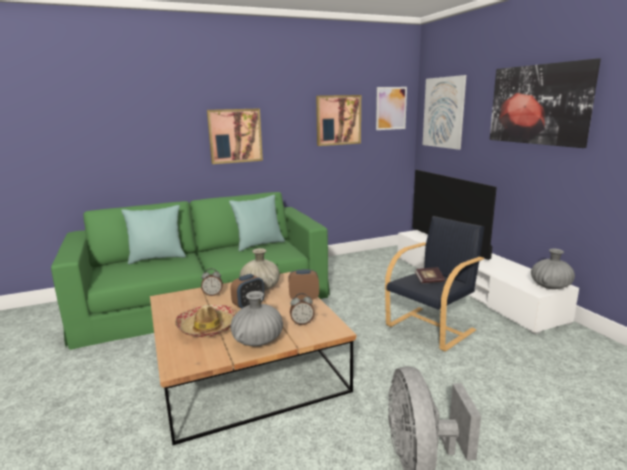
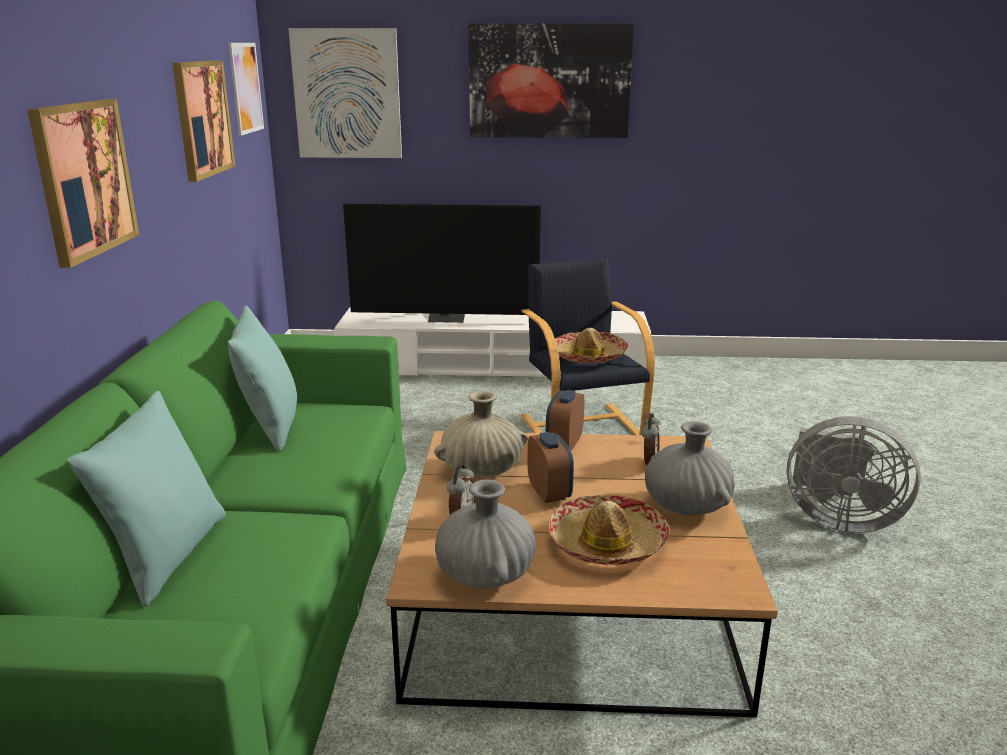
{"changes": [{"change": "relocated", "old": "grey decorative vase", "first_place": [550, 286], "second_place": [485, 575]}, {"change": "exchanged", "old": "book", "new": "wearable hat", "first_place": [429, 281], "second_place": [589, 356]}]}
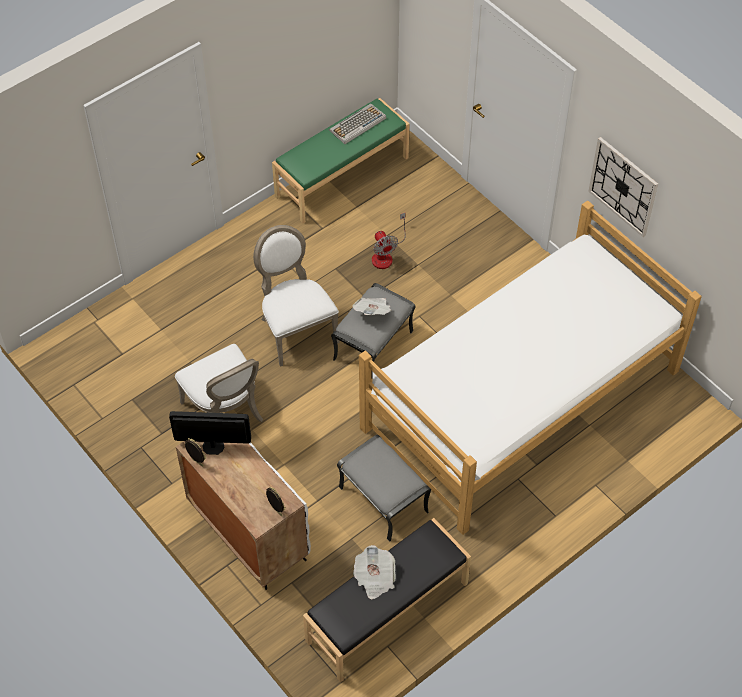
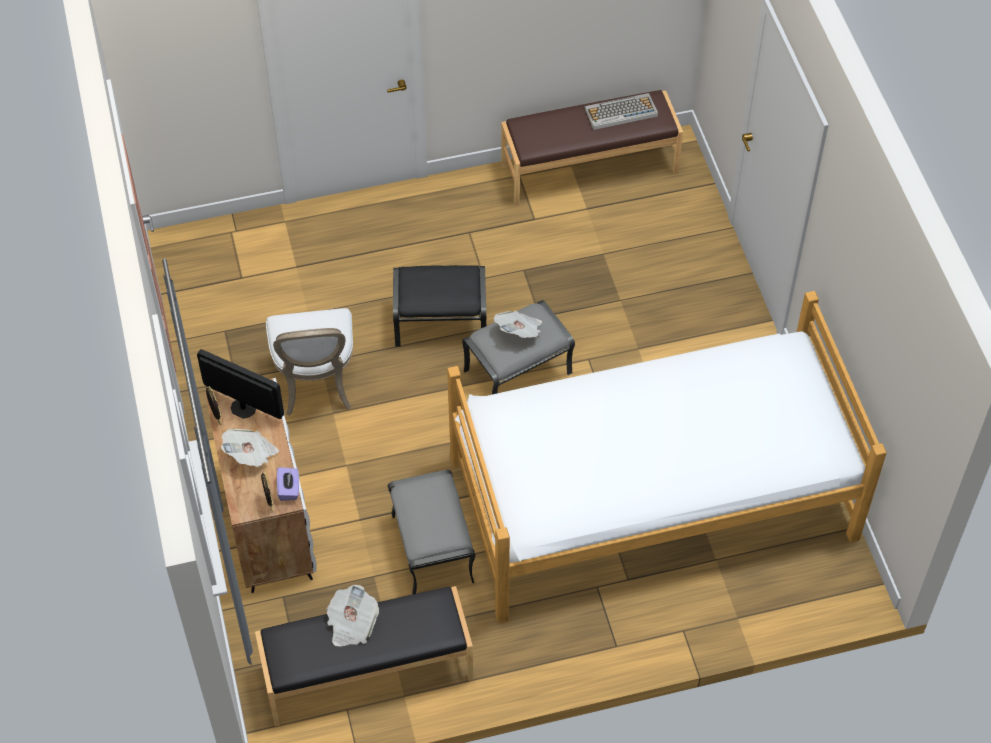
{"changes": [{"change": "missing", "old": "cooling fan", "first_place": [385, 255]}, {"change": "missing", "old": "clock on the wall", "first_place": [623, 186]}, {"change": "appeared", "new": "daily paper", "second_place": [251, 455]}, {"change": "appeared", "new": "purple tissue holder", "second_place": [289, 489]}, {"change": "exchanged", "old": "white plain chair", "new": "black-coloured pouffe", "first_place": [295, 329], "second_place": [441, 322]}, {"change": "colour", "old": "greenish indoor bench", "new": "brownish indoor bench", "first_place": [341, 176], "second_place": [589, 168]}]}
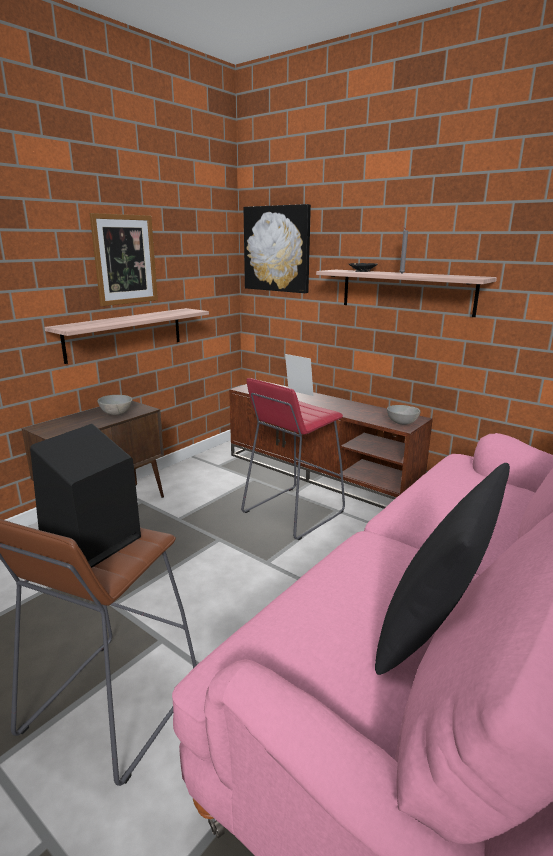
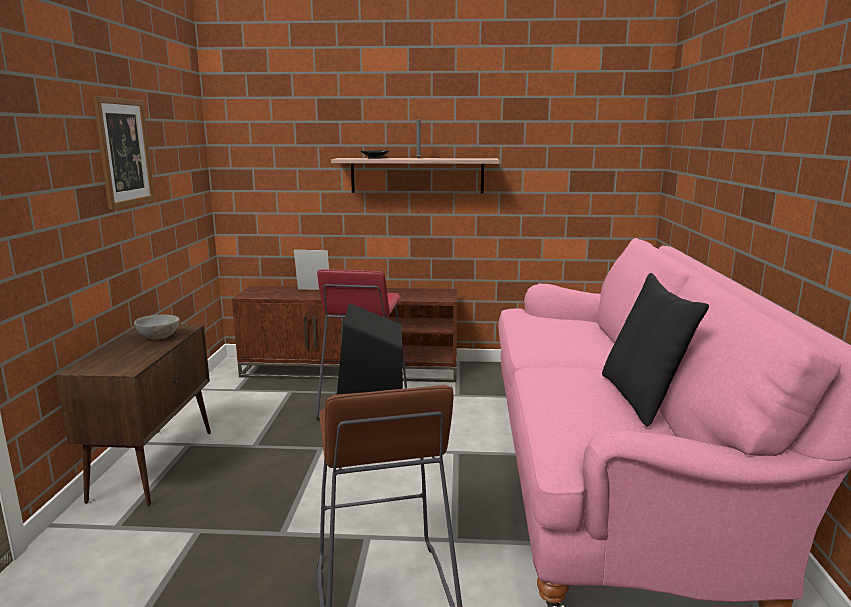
{"changes": [{"change": "missing", "old": "bracket shelf", "first_place": [125, 334]}, {"change": "missing", "old": "wall art", "first_place": [277, 249]}, {"change": "missing", "old": "grey bowl", "first_place": [401, 423]}]}
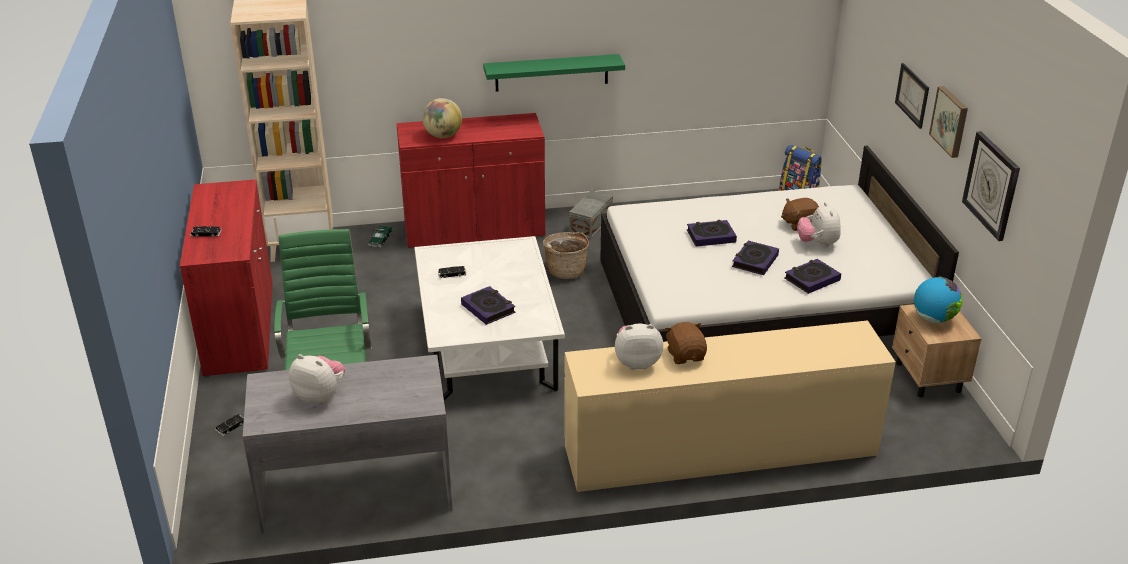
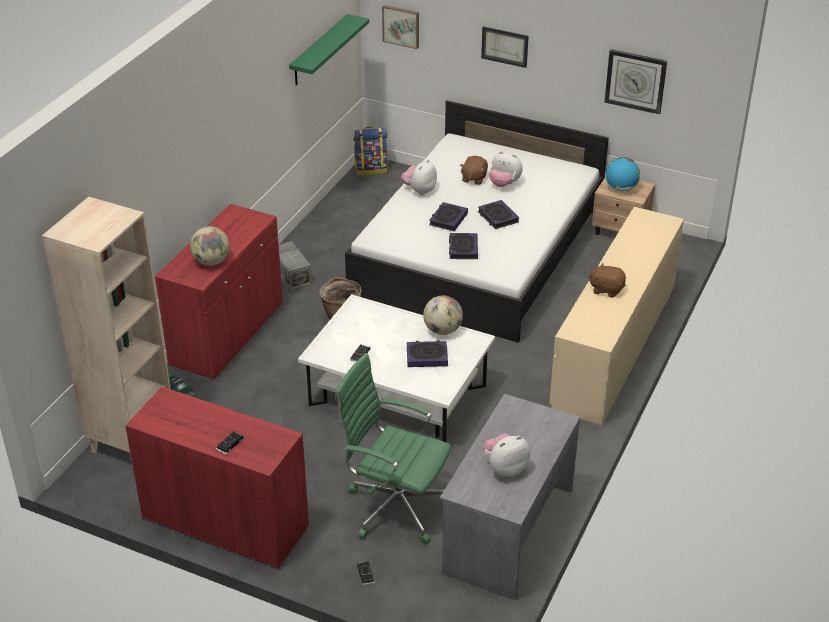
{"changes": [{"change": "appeared", "new": "globe", "second_place": [442, 330]}, {"change": "relocated", "old": "greenish bracket shelf", "first_place": [551, 72], "second_place": [319, 50]}, {"change": "relocated", "old": "cuddly toy", "first_place": [637, 362], "second_place": [419, 190]}, {"change": "relocated", "old": "book", "first_place": [812, 279], "second_place": [463, 249]}, {"change": "relocated", "old": "wall art", "first_place": [950, 121], "second_place": [401, 26]}]}
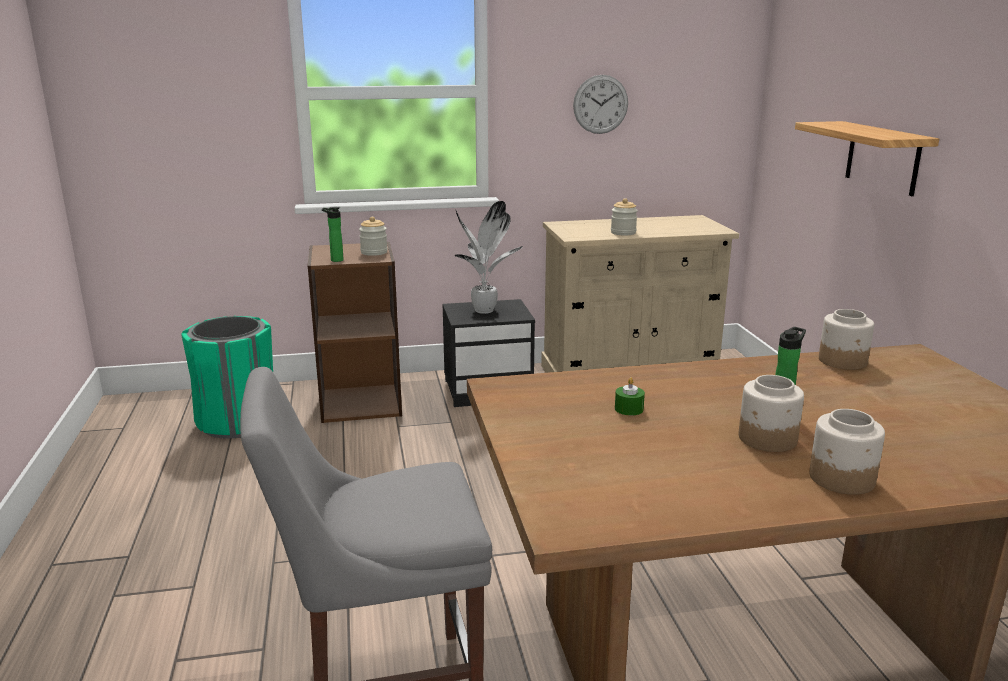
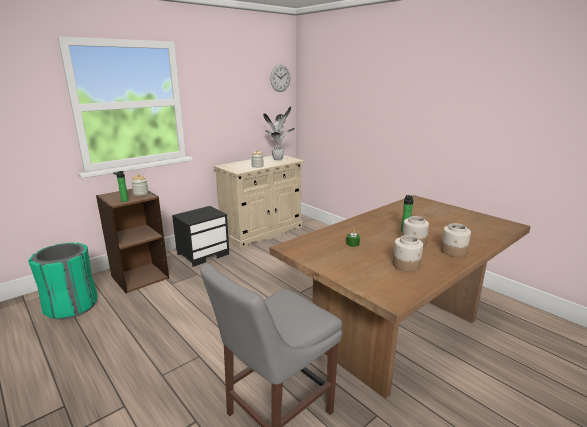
{"changes": [{"change": "missing", "old": "bracket shelf", "first_place": [882, 157]}, {"change": "relocated", "old": "plant in a pot", "first_place": [485, 311], "second_place": [278, 159]}, {"change": "relocated", "old": "clock on the wall", "first_place": [600, 104], "second_place": [280, 78]}, {"change": "relocated", "old": "jar", "first_place": [843, 361], "second_place": [406, 265]}]}
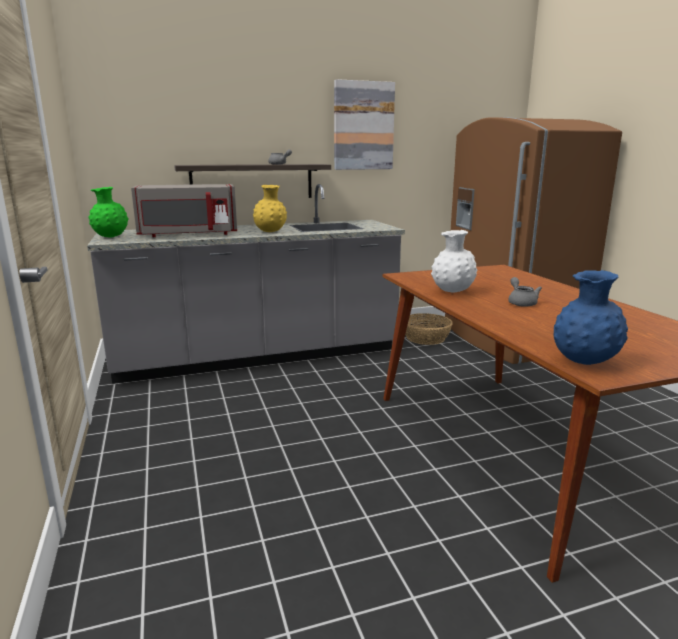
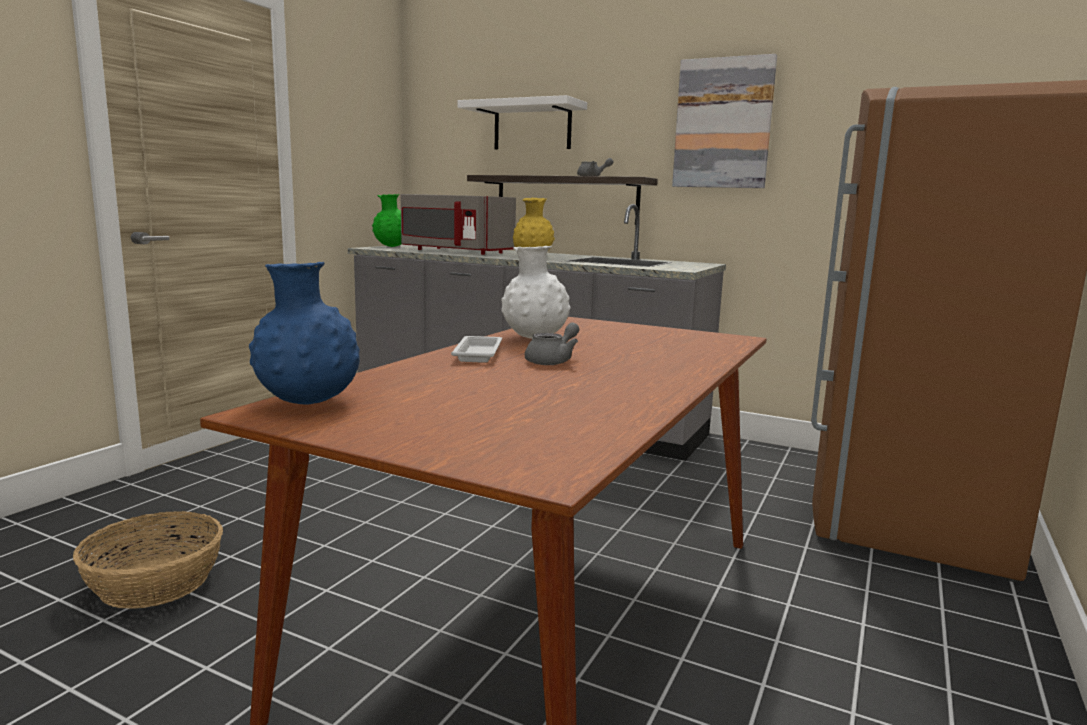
{"changes": [{"change": "appeared", "new": "white carrying tray", "second_place": [478, 353]}, {"change": "appeared", "new": "white bracket shelf", "second_place": [532, 126]}, {"change": "relocated", "old": "basket", "first_place": [425, 338], "second_place": [155, 581]}]}
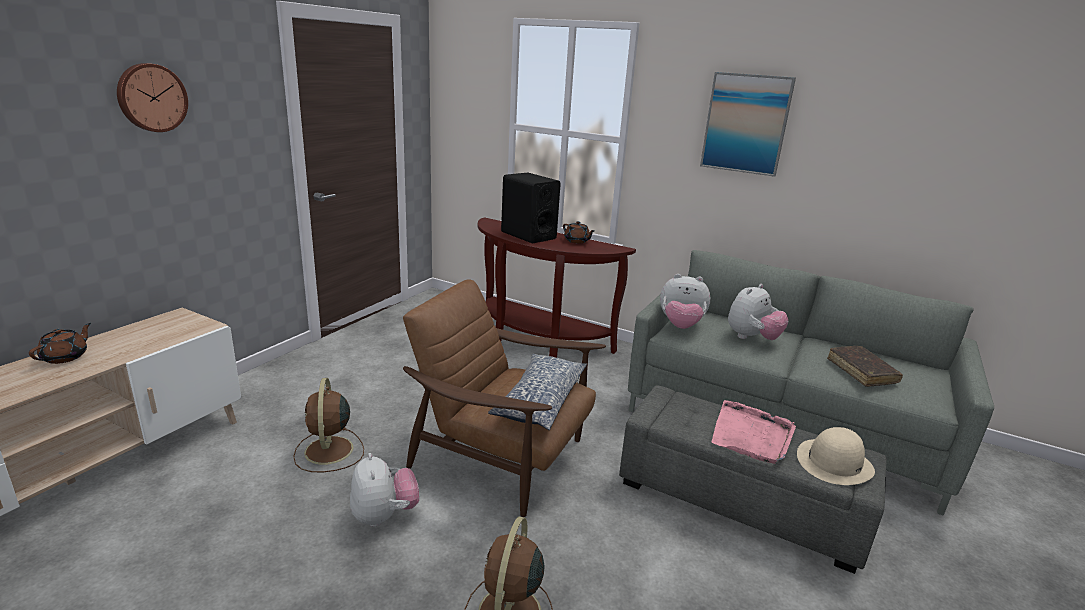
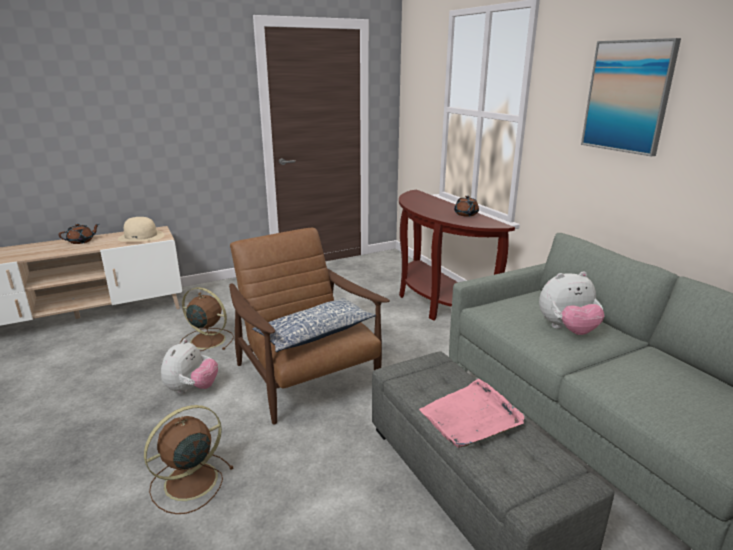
{"changes": [{"change": "missing", "old": "clock on the wall", "first_place": [151, 97]}, {"change": "missing", "old": "black-coloured speaker", "first_place": [528, 235]}, {"change": "missing", "old": "cuddly toy", "first_place": [680, 326]}, {"change": "missing", "old": "brownish book", "first_place": [861, 372]}, {"change": "relocated", "old": "sand-coloured wearable hat", "first_place": [834, 462], "second_place": [141, 237]}, {"change": "spun", "old": "brownish cooling fan", "first_place": [329, 451], "second_place": [206, 340], "degrees": 90}]}
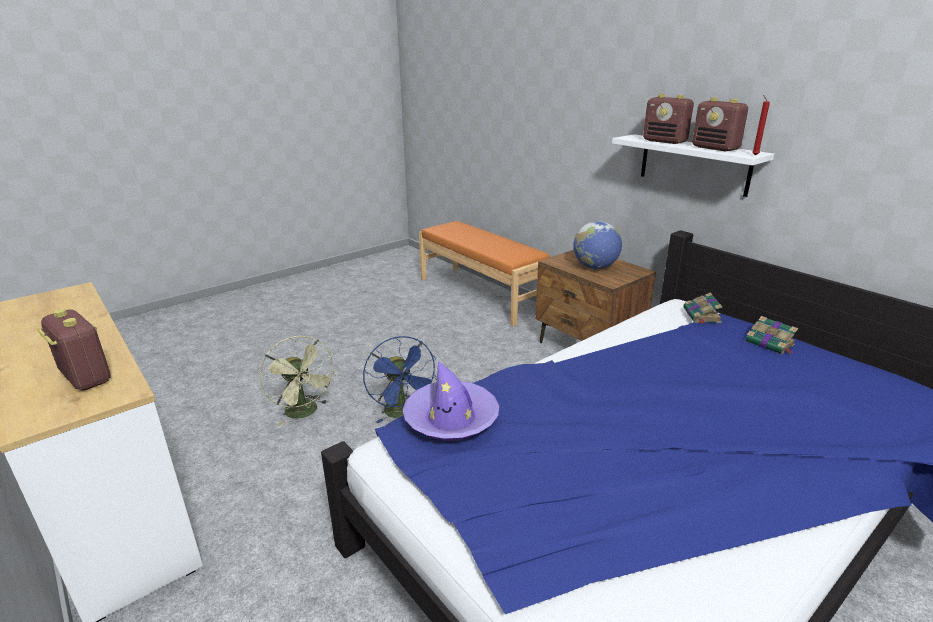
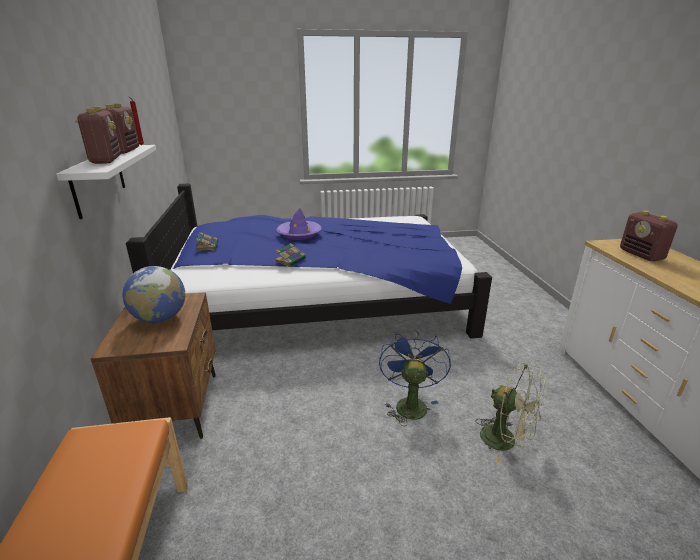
{"changes": [{"change": "relocated", "old": "purple wearable hat", "first_place": [451, 418], "second_place": [299, 234]}, {"change": "relocated", "old": "book", "first_place": [702, 316], "second_place": [290, 260]}, {"change": "spun", "old": "greenish cooling fan", "first_place": [305, 413], "second_place": [506, 441], "degrees": 135}]}
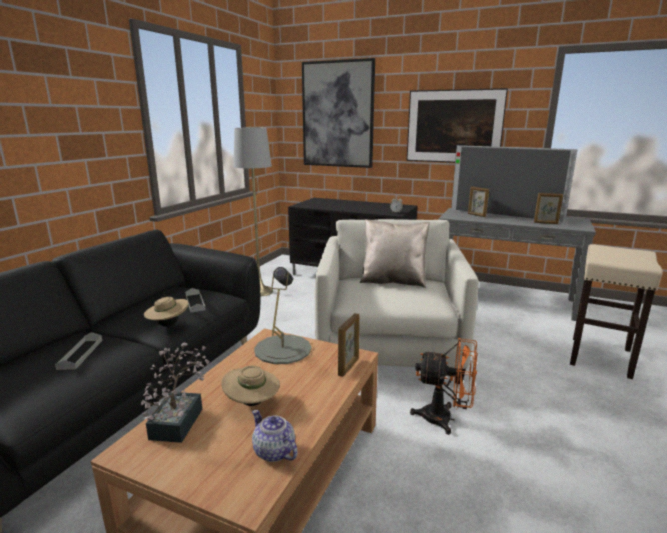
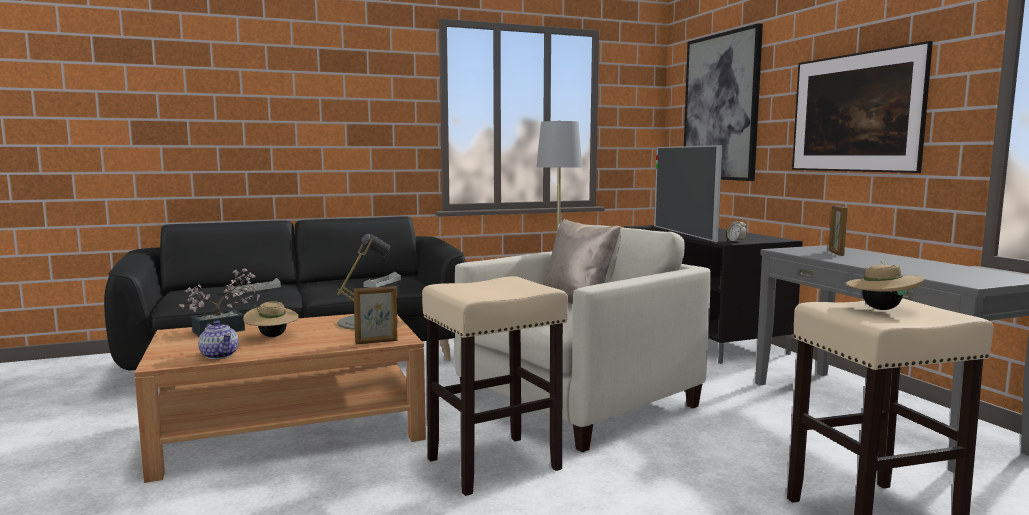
{"changes": [{"change": "missing", "old": "standing frame", "first_place": [545, 223]}, {"change": "relocated", "old": "sand-coloured wearable hat", "first_place": [168, 324], "second_place": [881, 309]}, {"change": "relocated", "old": "television", "first_place": [504, 216], "second_place": [682, 233]}, {"change": "exchanged", "old": "orangey cooling fan", "new": "sand-coloured sitting stool", "first_place": [445, 419], "second_place": [495, 463]}, {"change": "spun", "old": "teapot", "first_place": [274, 452], "second_place": [219, 355], "degrees": 135}]}
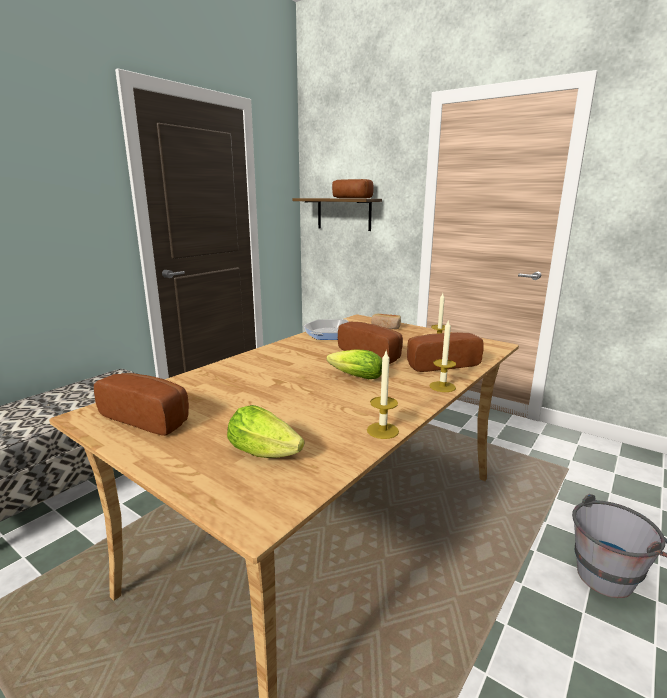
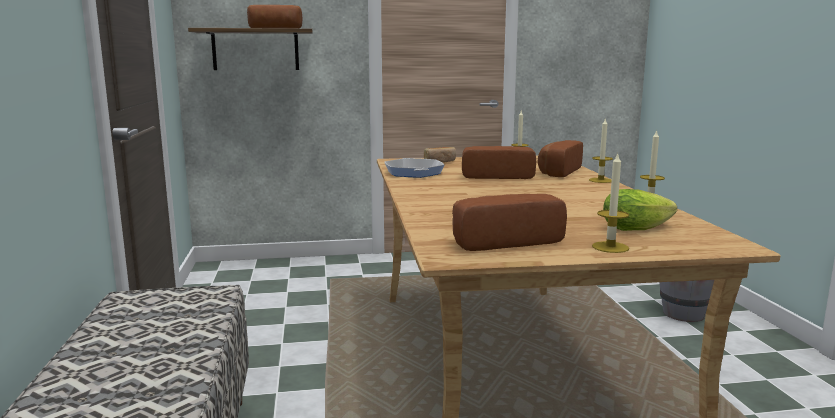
{"changes": [{"change": "missing", "old": "head of lettuce", "first_place": [353, 376]}, {"change": "appeared", "new": "candle", "second_place": [610, 247]}]}
